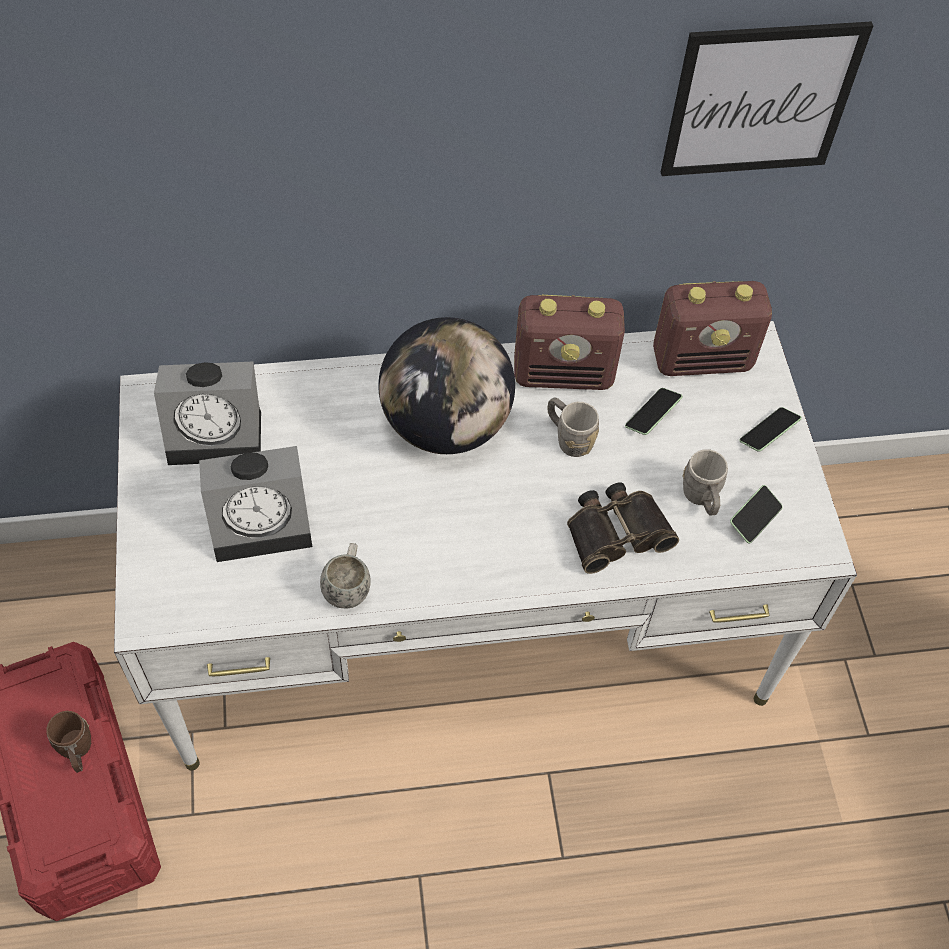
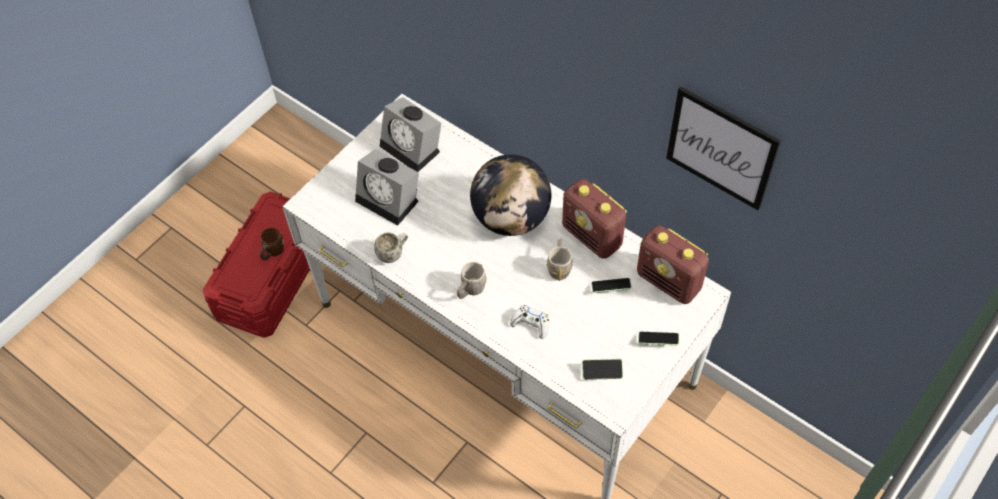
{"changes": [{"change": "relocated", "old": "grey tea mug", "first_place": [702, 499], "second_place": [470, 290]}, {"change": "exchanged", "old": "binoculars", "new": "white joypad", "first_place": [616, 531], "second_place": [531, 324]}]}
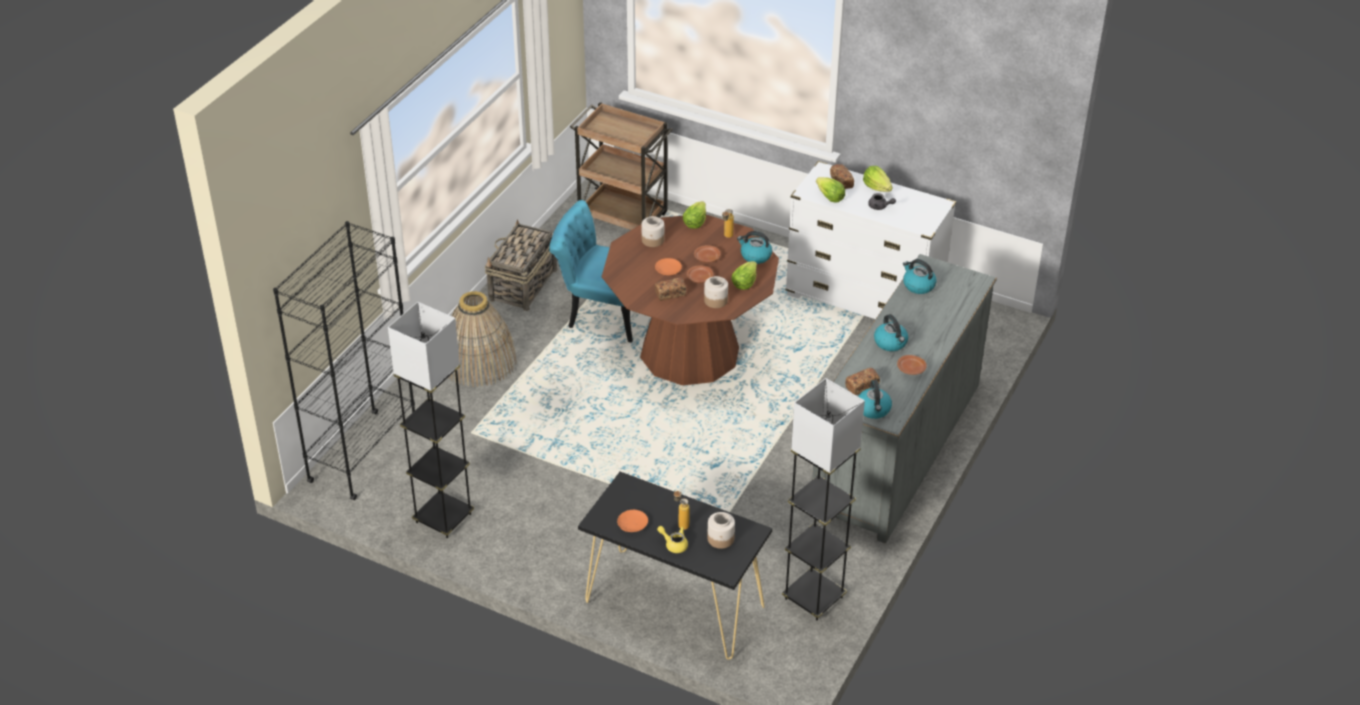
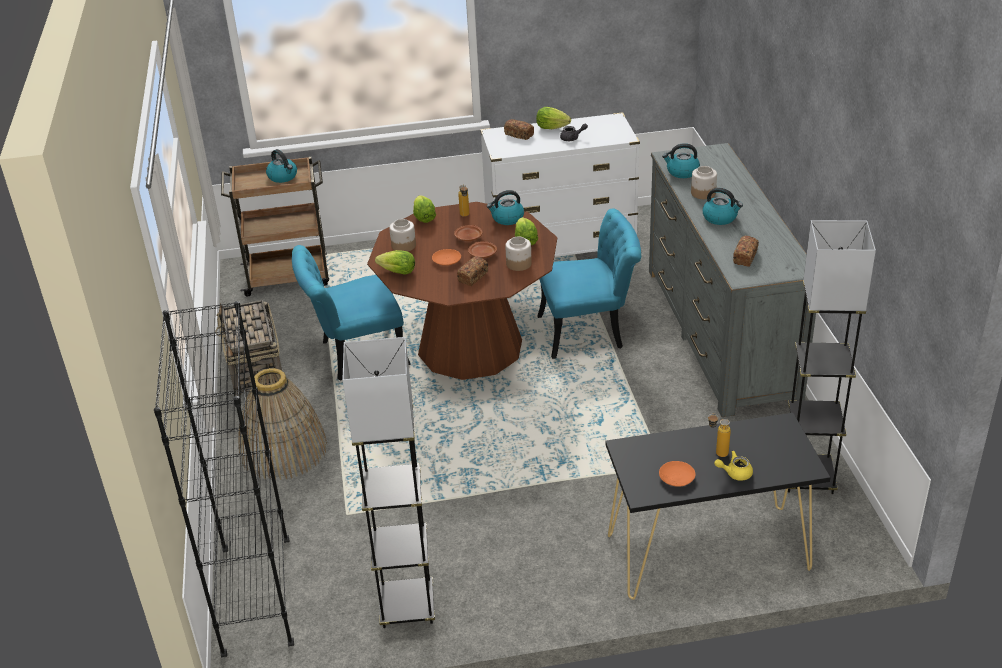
{"changes": [{"change": "missing", "old": "brownish plate", "first_place": [911, 369]}, {"change": "appeared", "new": "turquoise-coloured plain chair", "second_place": [590, 331]}, {"change": "relocated", "old": "jar", "first_place": [721, 539], "second_place": [703, 193]}, {"change": "relocated", "old": "head of lettuce", "first_place": [830, 197], "second_place": [398, 272]}, {"change": "relocated", "old": "water kettle", "first_place": [873, 409], "second_place": [283, 177]}]}
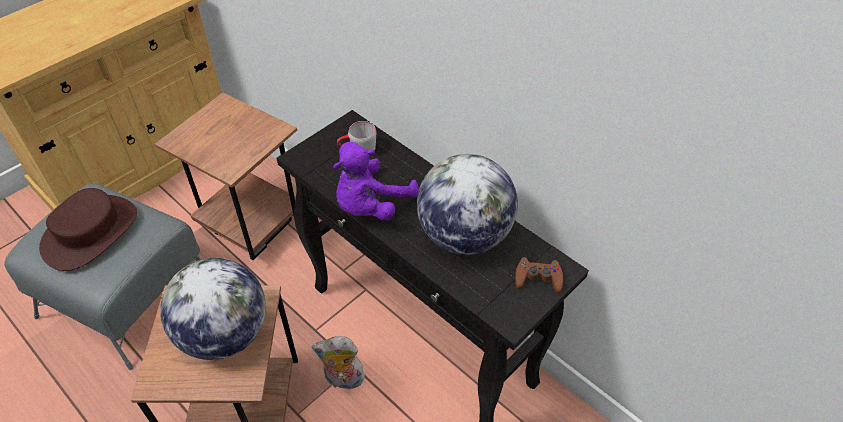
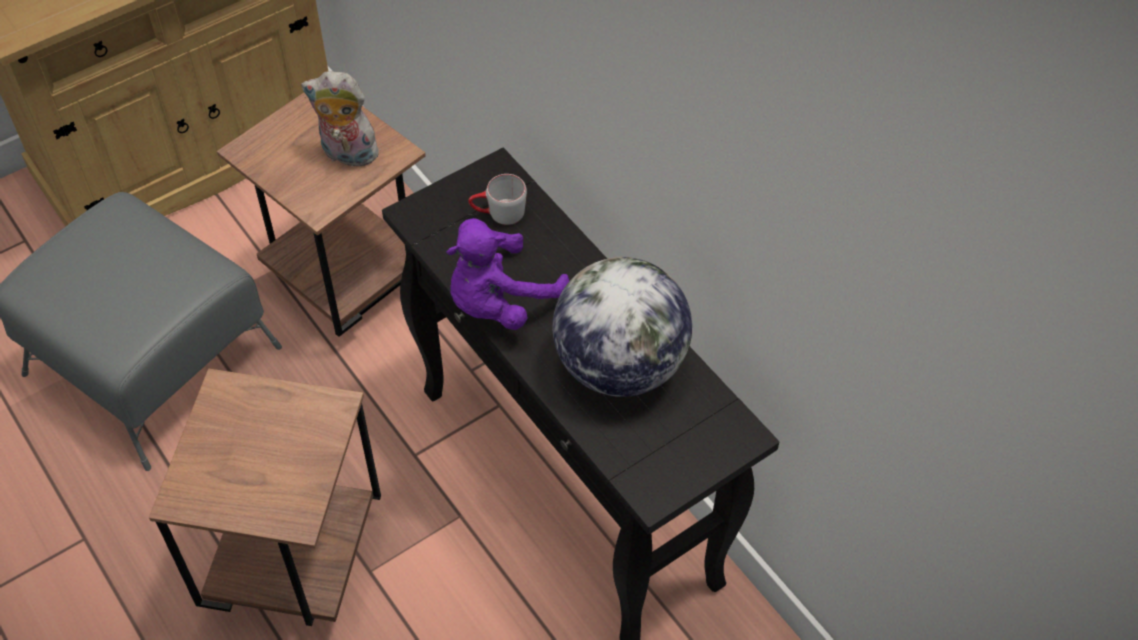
{"changes": [{"change": "missing", "old": "brownish wearable hat", "first_place": [91, 233]}, {"change": "missing", "old": "globe", "first_place": [224, 335]}, {"change": "missing", "old": "brownish joypad", "first_place": [538, 278]}, {"change": "relocated", "old": "cuddly toy", "first_place": [343, 380], "second_place": [347, 155]}]}
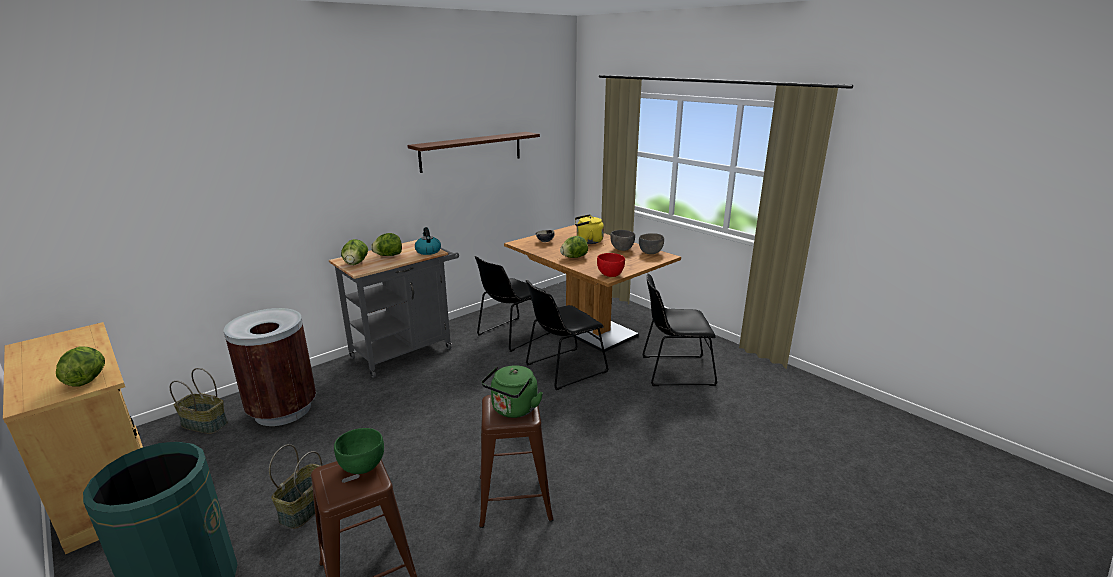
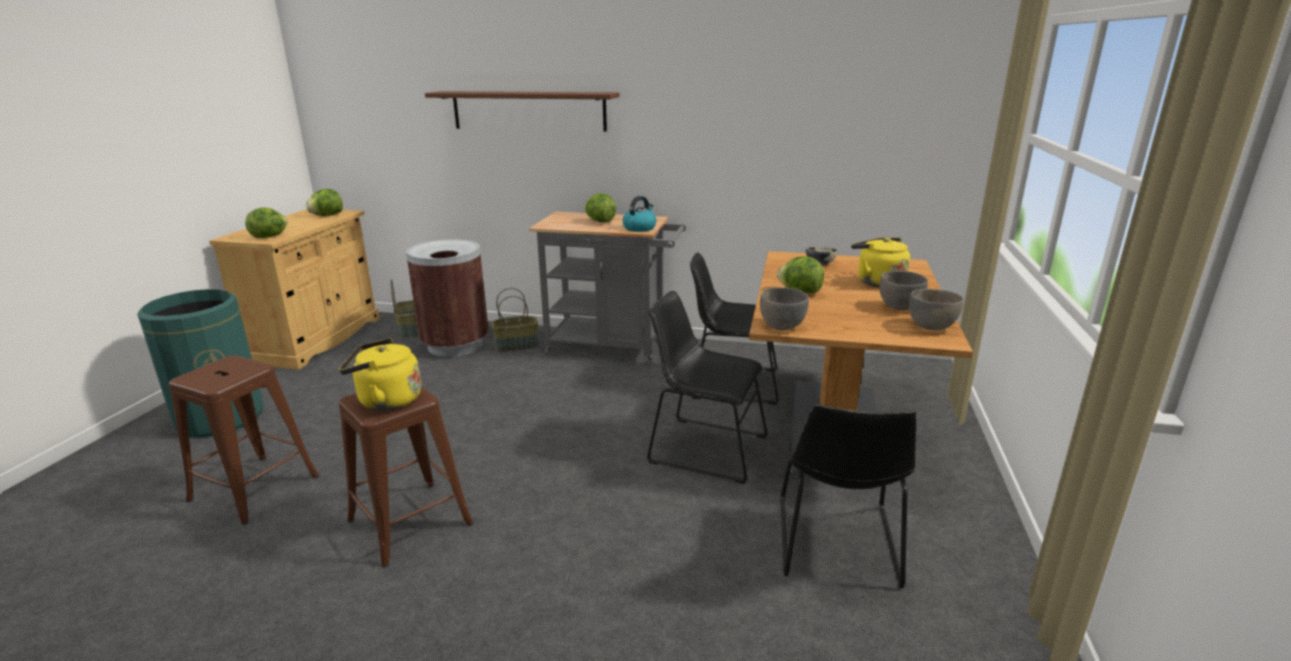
{"changes": [{"change": "missing", "old": "greenish bowl", "first_place": [363, 467]}, {"change": "relocated", "old": "basket", "first_place": [306, 507], "second_place": [517, 345]}, {"change": "relocated", "old": "head of lettuce", "first_place": [355, 263], "second_place": [327, 215]}, {"change": "relocated", "old": "brownish bracket shelf", "first_place": [471, 151], "second_place": [528, 111]}, {"change": "colour", "old": "greenish water kettle", "new": "yellow-coloured water kettle", "first_place": [513, 410], "second_place": [386, 401]}, {"change": "colour", "old": "red-coloured bowl", "new": "grey bowl", "first_place": [610, 275], "second_place": [781, 326]}, {"change": "spun", "old": "black-coloured plain chair", "first_place": [674, 370], "second_place": [837, 544], "degrees": -135}]}
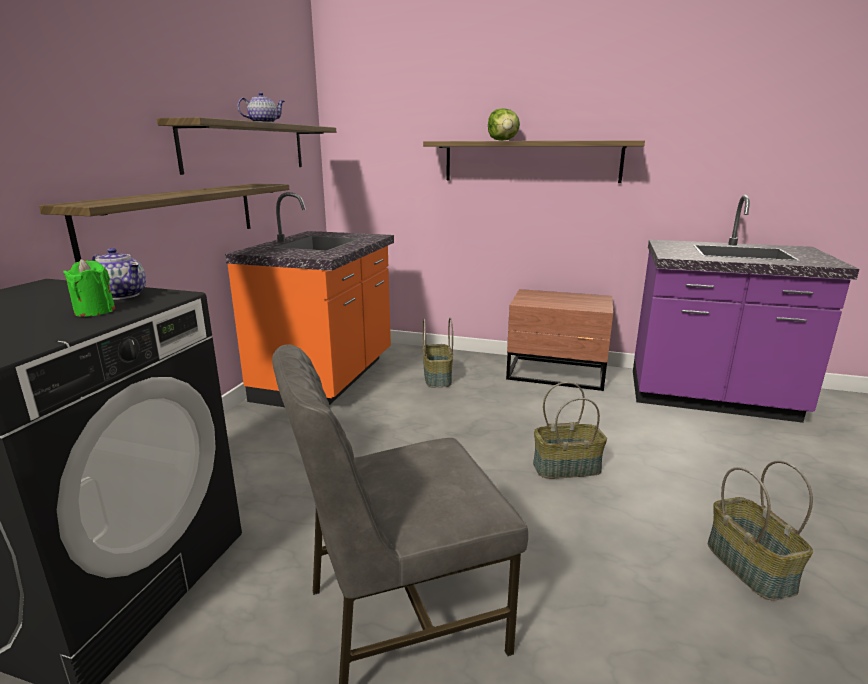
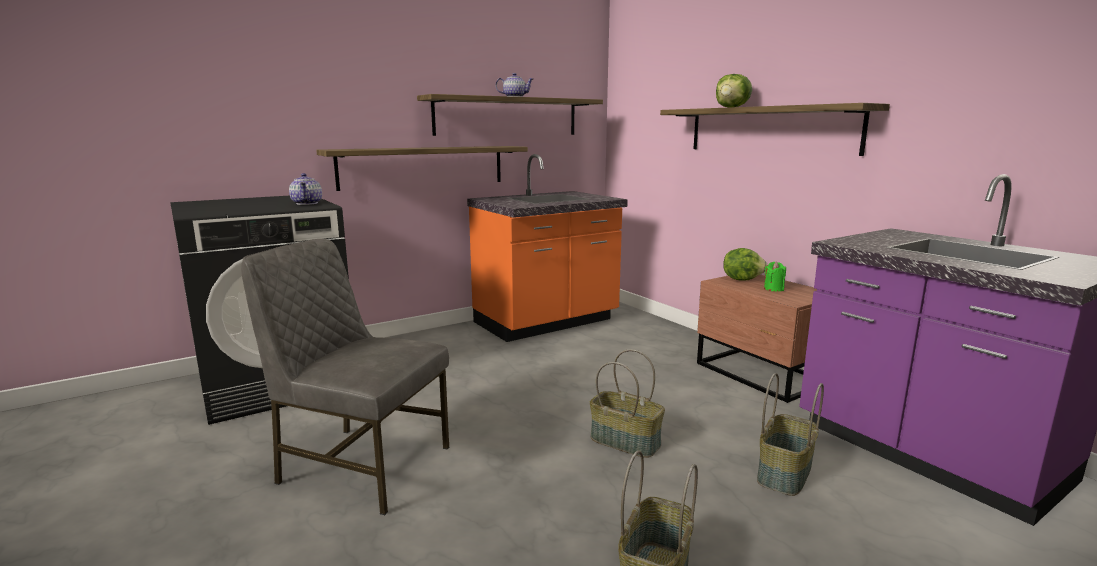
{"changes": [{"change": "appeared", "new": "head of lettuce", "second_place": [742, 279]}, {"change": "relocated", "old": "greenish candle", "first_place": [95, 311], "second_place": [773, 289]}, {"change": "relocated", "old": "basket", "first_place": [438, 378], "second_place": [785, 473]}]}
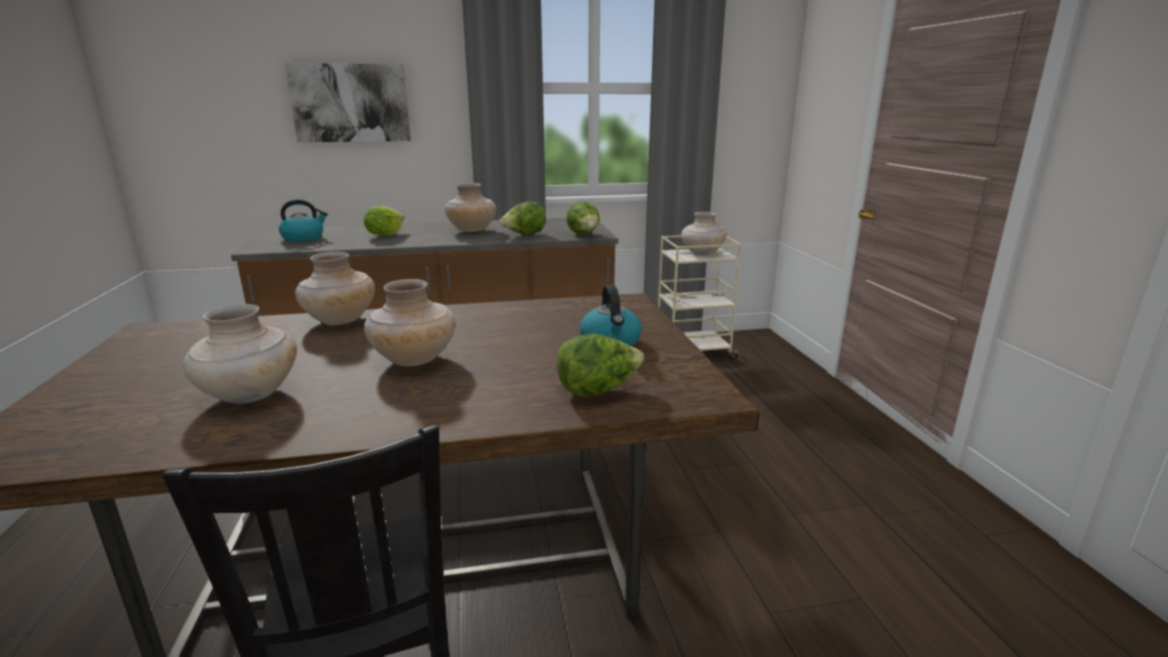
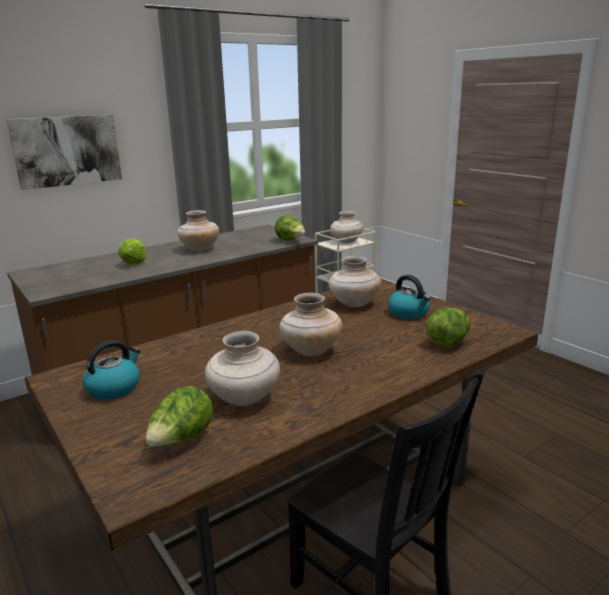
{"changes": [{"change": "relocated", "old": "water kettle", "first_place": [304, 238], "second_place": [114, 388]}, {"change": "relocated", "old": "sand-coloured decorative vase", "first_place": [340, 320], "second_place": [354, 303]}, {"change": "relocated", "old": "head of lettuce", "first_place": [524, 235], "second_place": [182, 441]}]}
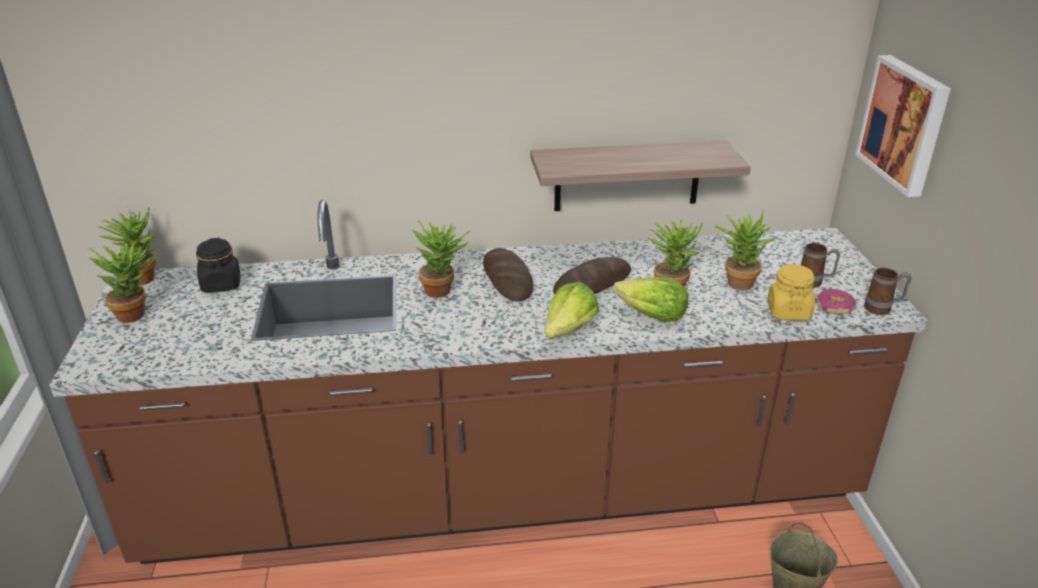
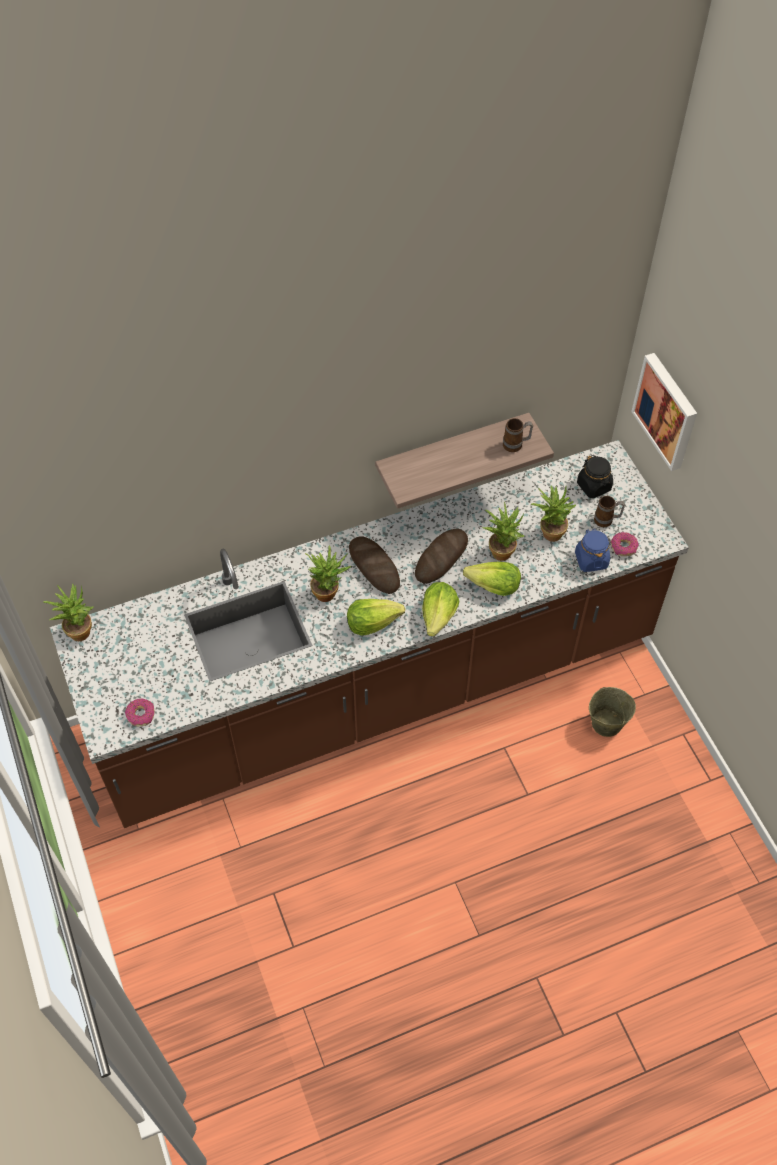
{"changes": [{"change": "missing", "old": "plant in a pot", "first_place": [136, 313]}, {"change": "appeared", "new": "donut", "second_place": [141, 715]}, {"change": "appeared", "new": "head of lettuce", "second_place": [372, 622]}, {"change": "relocated", "old": "black-coloured jar", "first_place": [221, 284], "second_place": [594, 486]}, {"change": "relocated", "old": "tea mug", "first_place": [882, 309], "second_place": [516, 445]}, {"change": "colour", "old": "yellow-coloured jar", "new": "blue-coloured jar", "first_place": [788, 311], "second_place": [591, 560]}]}
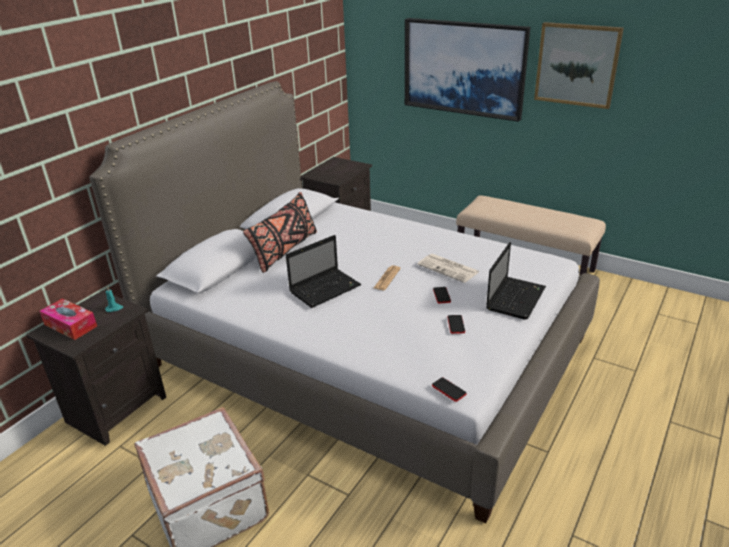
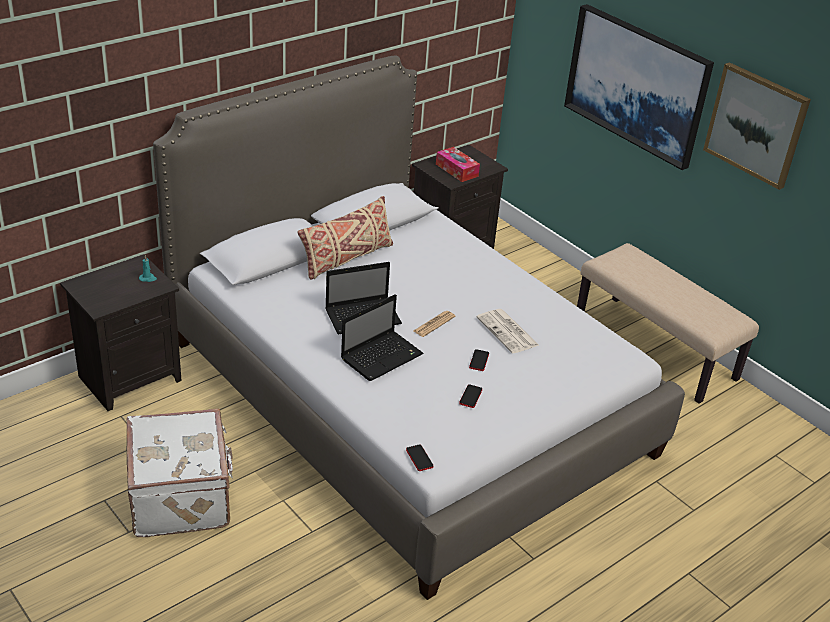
{"changes": [{"change": "relocated", "old": "tissue holder", "first_place": [70, 325], "second_place": [456, 170]}, {"change": "relocated", "old": "portable computer", "first_place": [515, 298], "second_place": [382, 356]}, {"change": "colour", "old": "black-coloured throw pillow", "new": "sand-coloured throw pillow", "first_place": [285, 250], "second_place": [346, 259]}]}
